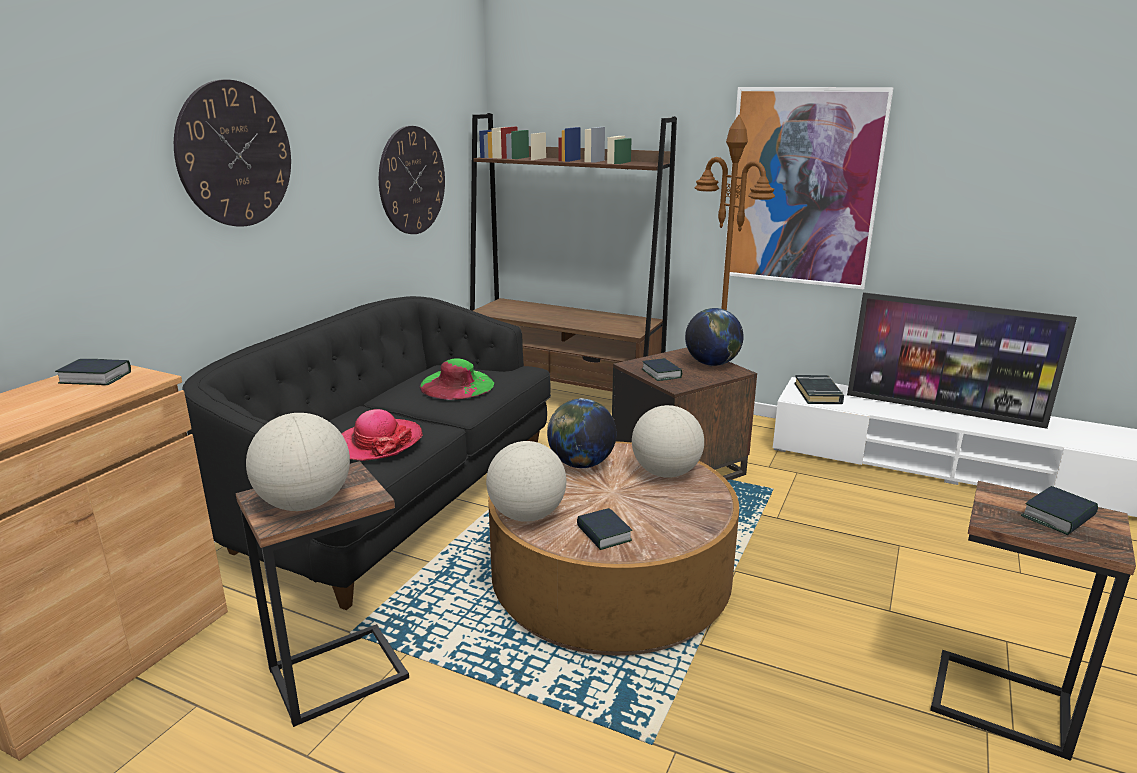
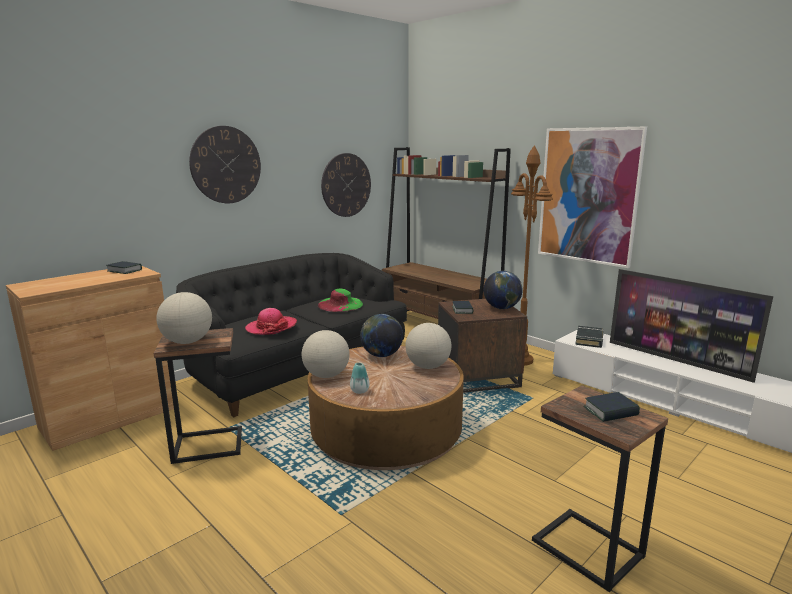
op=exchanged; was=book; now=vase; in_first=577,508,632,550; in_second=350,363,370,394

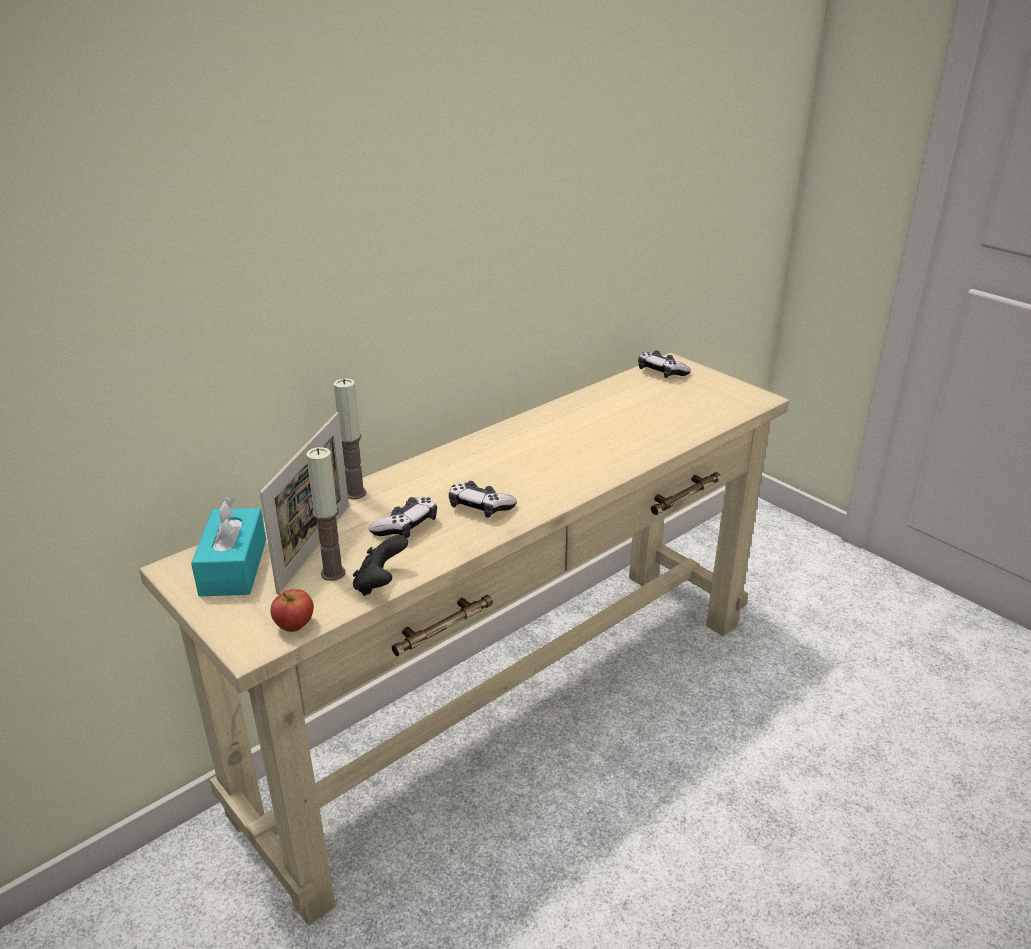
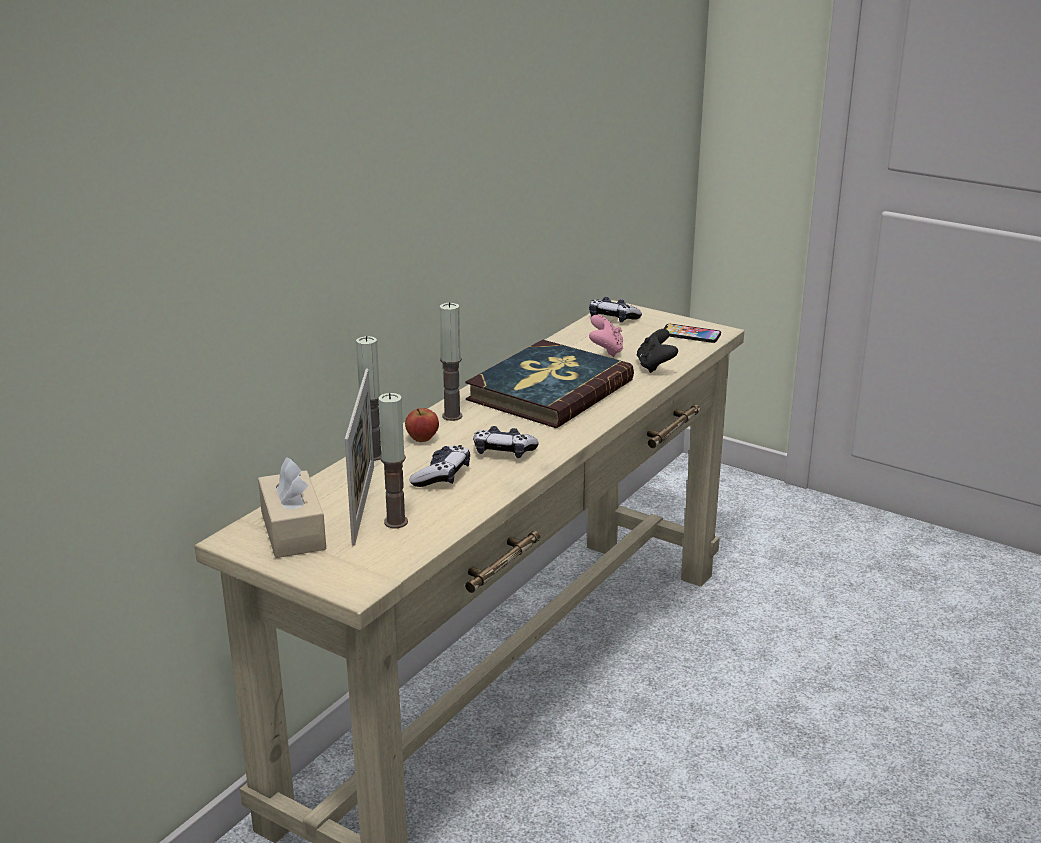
op=colour; was=turquoise tissue box; now=beige tissue box; in_first=191,496,266,597; in_second=258,457,326,558
op=relocated; was=apple; in_first=270,589,314,632; in_second=405,408,439,442
op=appeared; now=candle; in_second=440,302,463,421
op=appeared; now=book; in_second=465,340,634,428
op=appeared; now=pink game controller; in_second=589,315,623,357
op=relocated; was=black game controller; in_first=353,535,408,596; in_second=637,329,678,373
op=appeared; now=phone; in_second=663,324,721,343

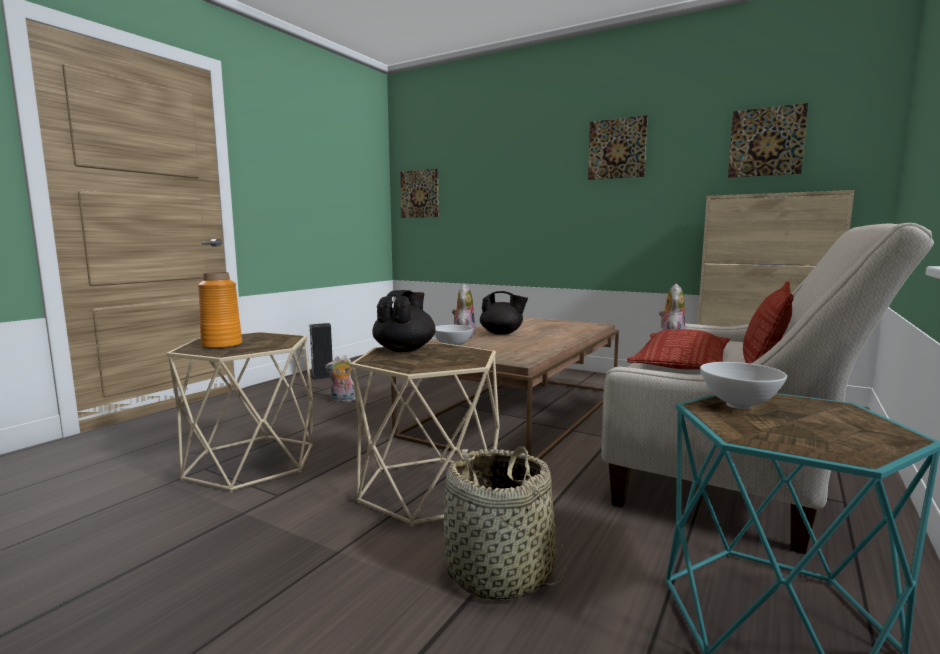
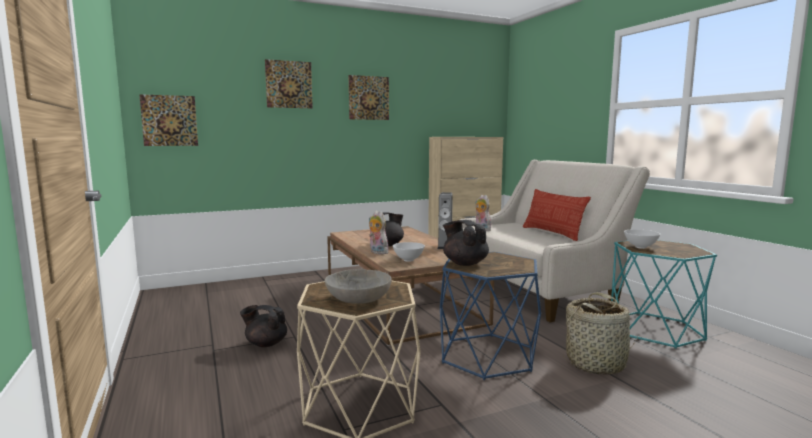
op=exchanged; was=plush toy; now=black teapot; in_first=325,355,355,403; in_second=240,305,287,347
op=relocated; was=picture; in_first=728,103,808,178; in_second=265,59,313,108
op=exchanged; was=orange vase; now=grey bowl; in_first=198,272,242,349; in_second=325,269,391,304
op=relocated; was=speaker; in_first=310,323,333,380; in_second=437,192,453,249
op=colour; was=beige side table; now=blue side table; in_first=350,343,500,527; in_second=440,252,541,380
op=missing; was=pillow; in_first=627,329,730,370

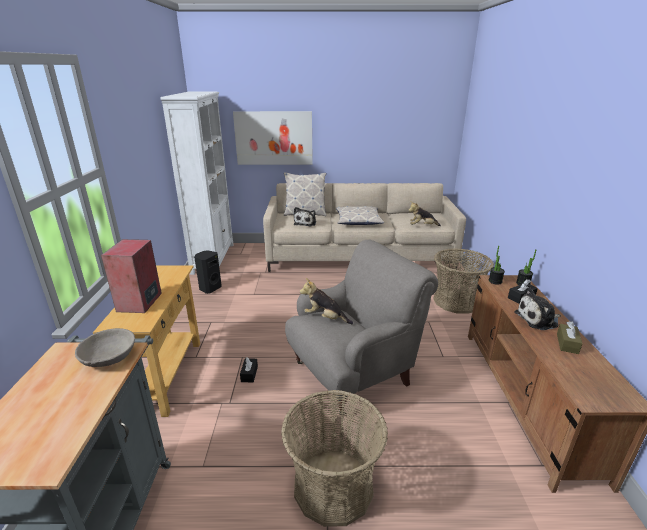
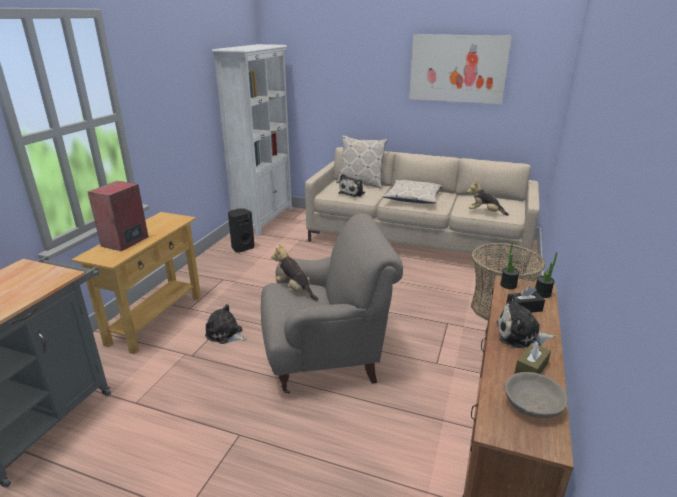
op=exchanged; was=black tissue box; now=plush toy; in_first=240,357,258,382; in_second=205,304,247,344
op=relocated; was=picture; in_first=233,111,313,165; in_second=409,34,512,104
op=relocated; was=grey bowl; in_first=75,328,135,367; in_second=505,372,568,418
op=missing; was=basket; in_first=281,390,388,527

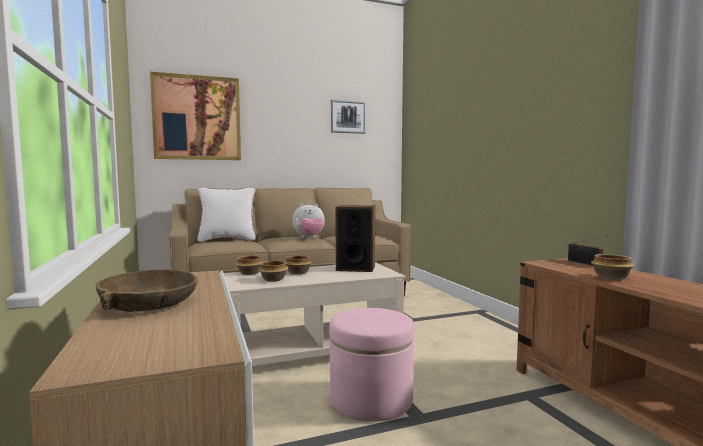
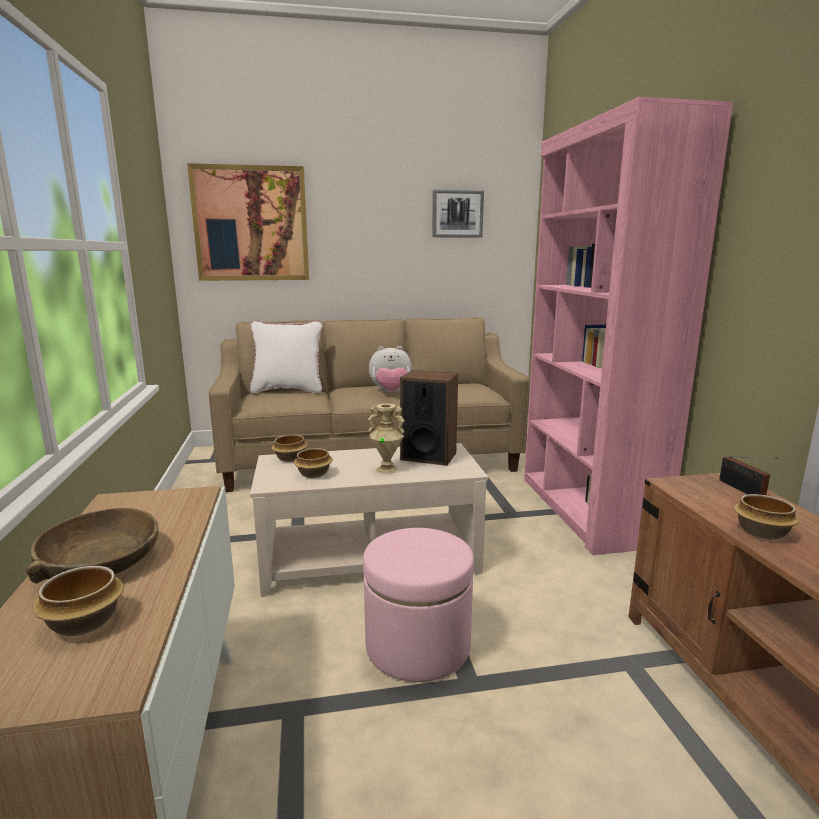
op=relocated; was=bowl; in_first=286,256,312,275; in_second=32,566,124,636
op=appeared; now=beige vase; in_second=368,403,405,474
op=appeared; now=pink bookcase; in_second=524,97,733,555

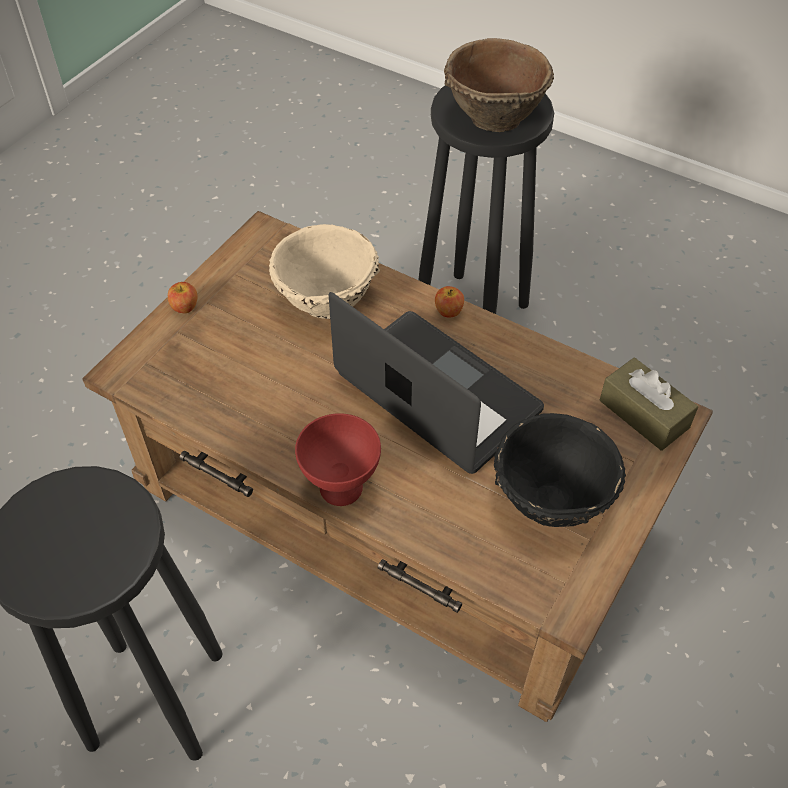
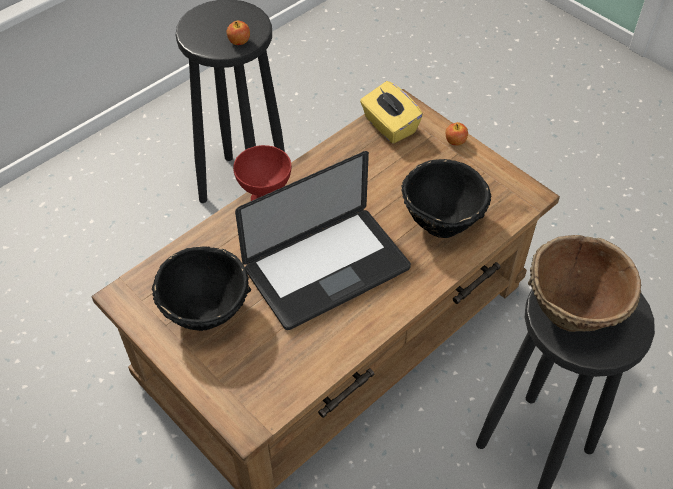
op=relocated; was=apple; in_first=435,286,464,318; in_second=227,21,250,45
op=appeared; now=yellow tissue box; in_second=360,81,423,144
op=colour; was=beige bowl; now=black bowl; in_first=269,224,380,319; in_second=401,159,491,238
op=missing; was=brown tissue box; in_first=600,357,698,451

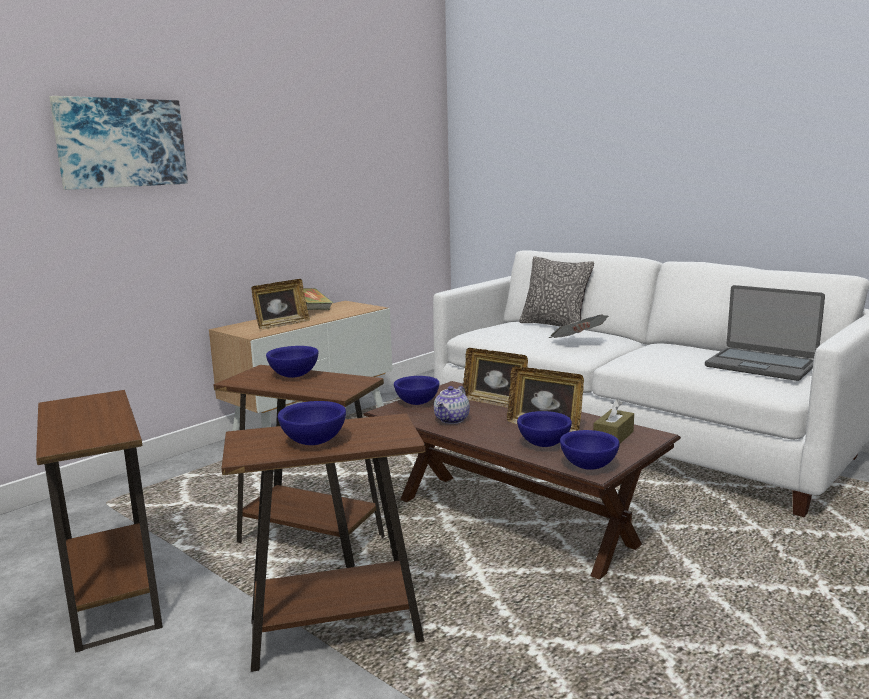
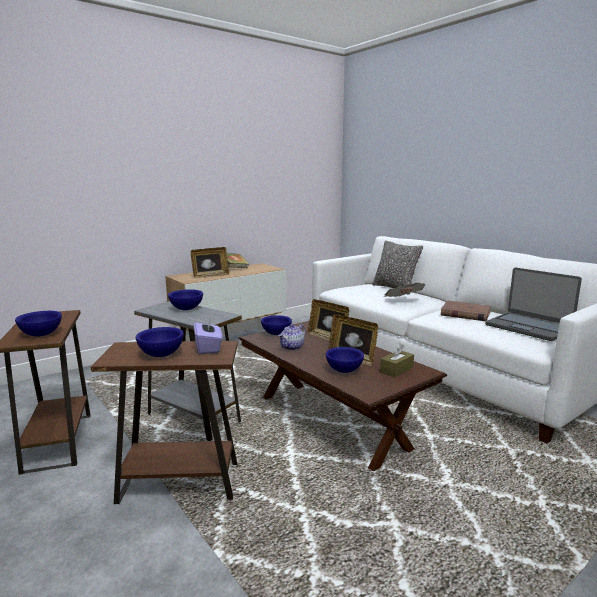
op=relocated; was=blue bowl; in_first=560,430,620,470; in_second=15,311,62,337
op=colour; was=brown side table; now=grey side table; in_first=214,365,385,568; in_second=134,301,242,441
op=appeared; now=purple tissue box; in_second=194,315,222,354
op=appeared; now=brown book; in_second=441,301,491,321
op=missing; was=picture; in_first=49,96,188,190

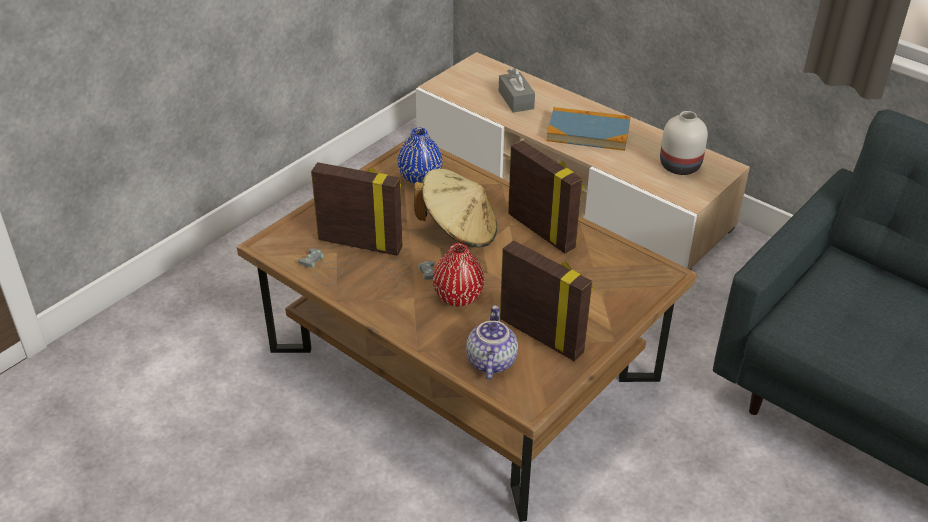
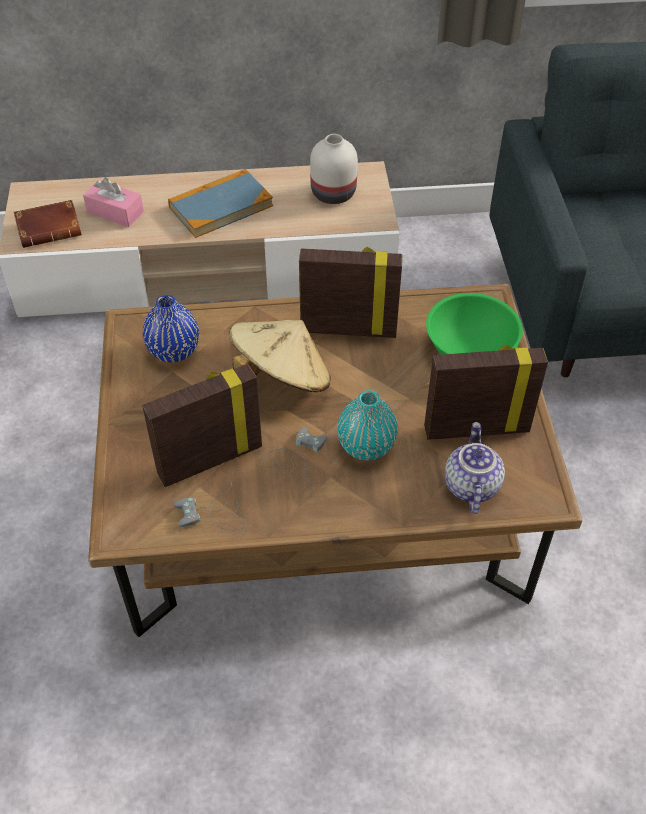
op=appeared; now=brown book; in_second=14,200,82,248
op=colour; was=grey tissue box; now=pink tissue box; in_first=499,68,535,113; in_second=83,178,144,227
op=colour; was=red vase; now=turquoise vase; in_first=433,243,484,306; in_second=337,390,398,460
op=appeared; now=green bowl; in_second=426,293,523,355
op=spun; was=teapot; in_first=466,305,518,380; in_second=445,422,505,514; clockwise=45

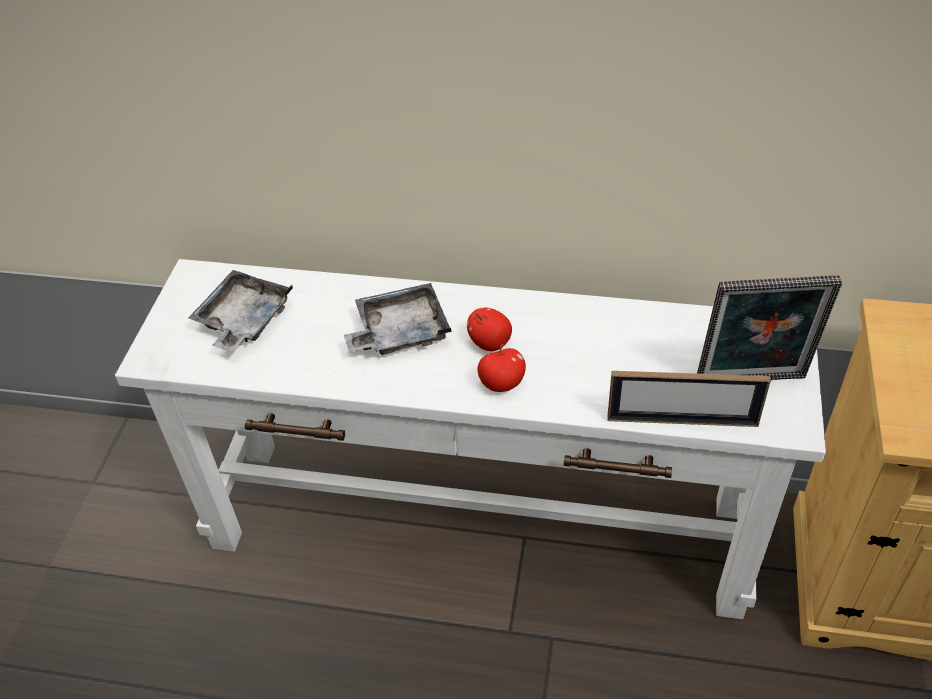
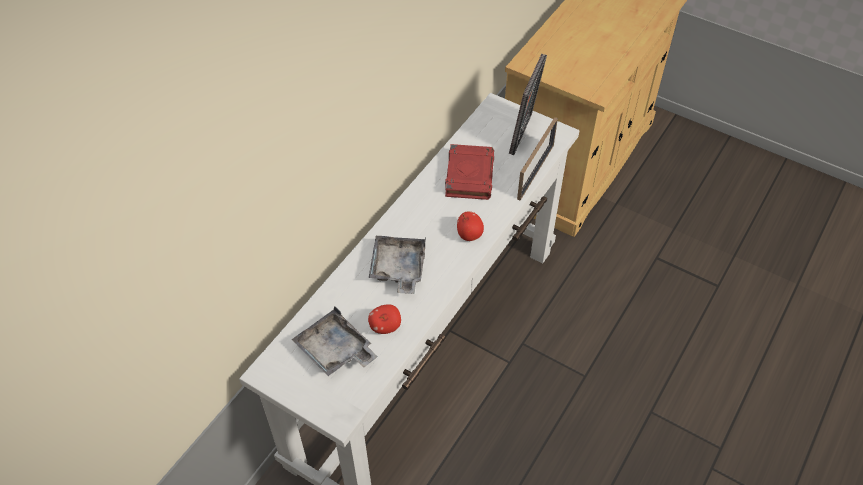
op=relocated; was=apple; in_first=467,307,512,351; in_second=368,304,401,334
op=appeared; now=red book; in_second=445,144,494,200

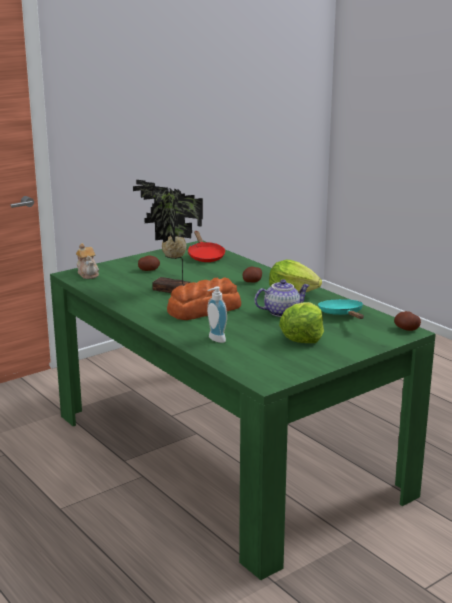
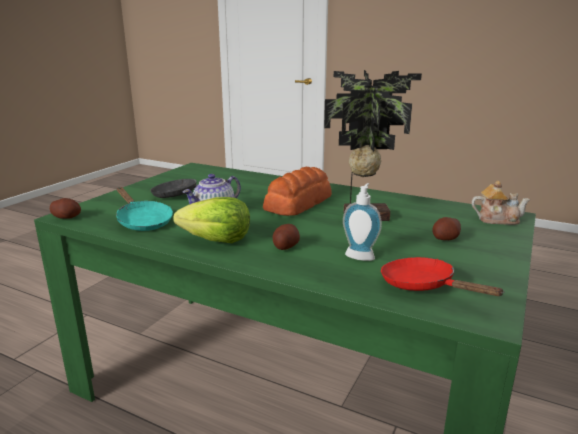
op=exchanged; was=lettuce; now=black frying pan; in_first=279,302,324,343; in_second=150,179,227,198
op=relocated; was=soap dispenser; in_first=207,286,227,343; in_second=343,183,382,261
op=spun; was=teapot; in_first=76,243,99,279; in_second=471,181,531,225; clockwise=150

